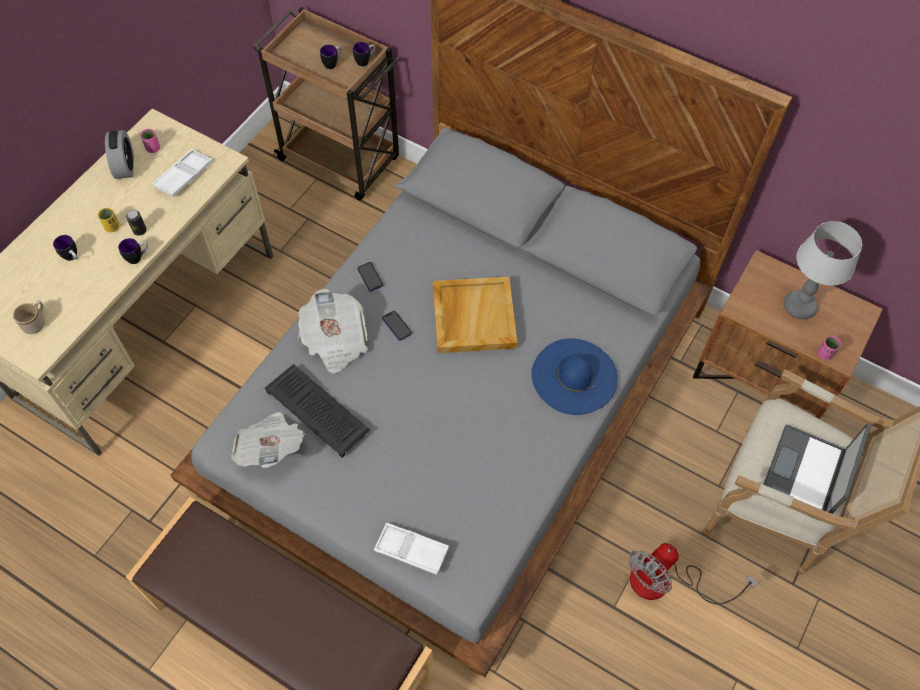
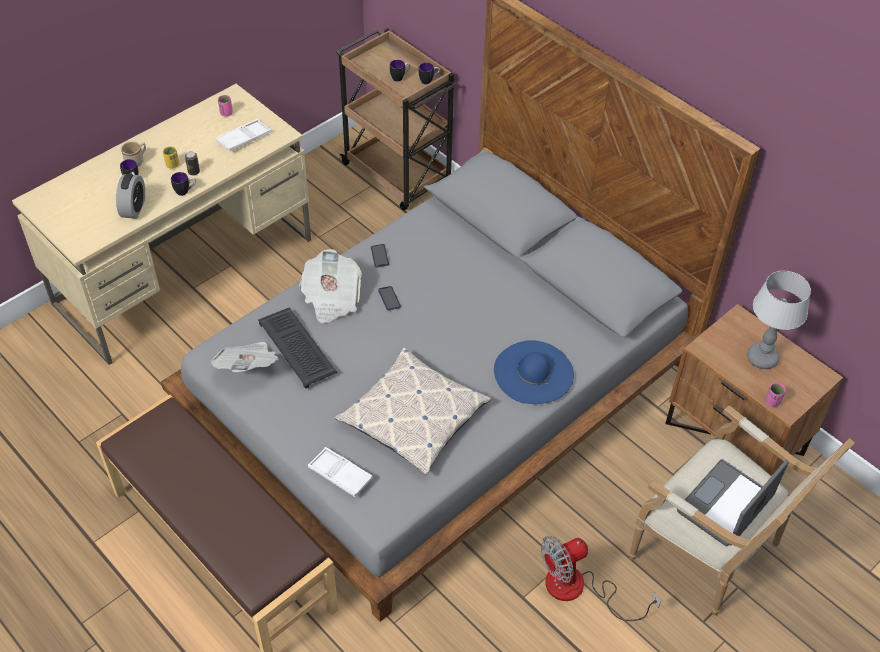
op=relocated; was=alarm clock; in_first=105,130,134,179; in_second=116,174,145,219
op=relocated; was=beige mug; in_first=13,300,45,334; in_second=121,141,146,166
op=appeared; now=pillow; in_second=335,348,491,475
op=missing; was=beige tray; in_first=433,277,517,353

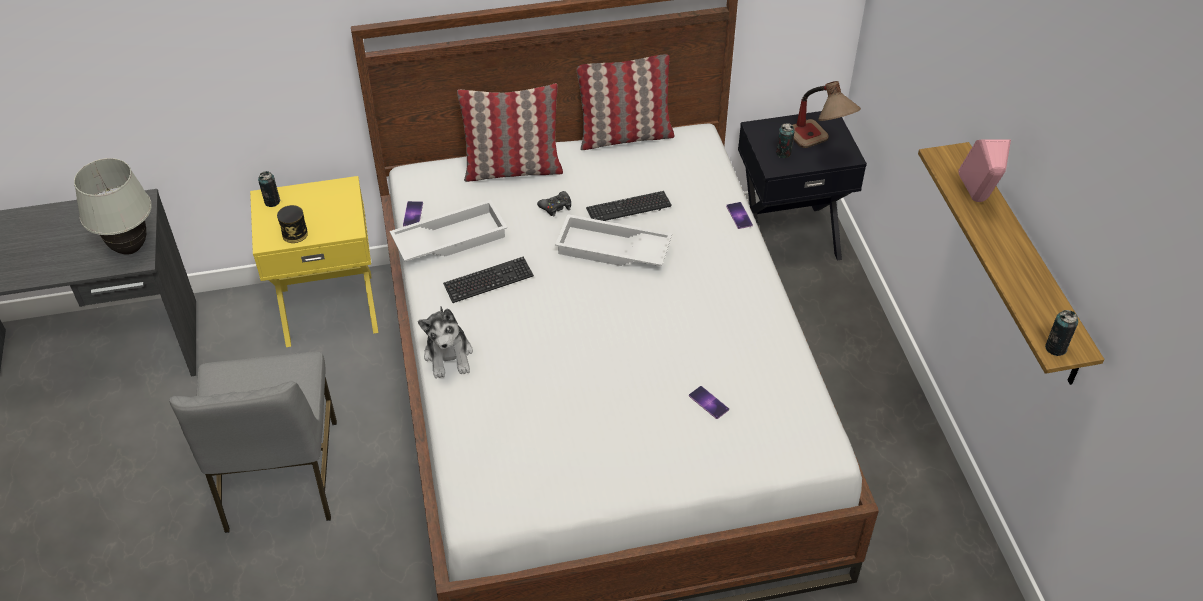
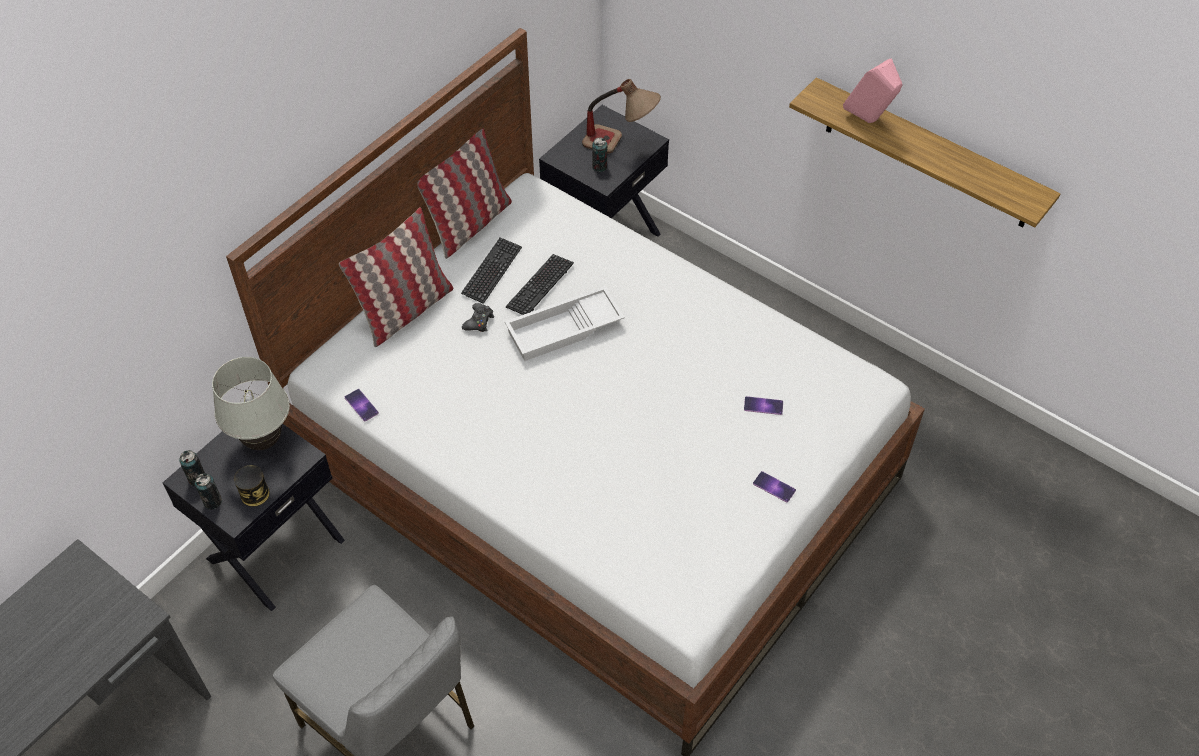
op=colour; was=yellow nightstand; now=black nightstand; in_first=250,176,378,347; in_second=163,423,345,611
op=relocated; was=can; in_first=1045,310,1078,356; in_second=195,473,222,509
op=relocated; was=white table lamp; in_first=74,158,152,255; in_second=212,357,290,450
op=relocated; was=keyboard; in_first=443,257,534,303; in_second=461,237,522,304
op=relocated; was=phone; in_first=726,202,753,229; in_second=753,471,796,502
op=missing; was=white tray; in_first=390,200,507,261
op=missing; was=plush toy; in_first=418,306,473,379

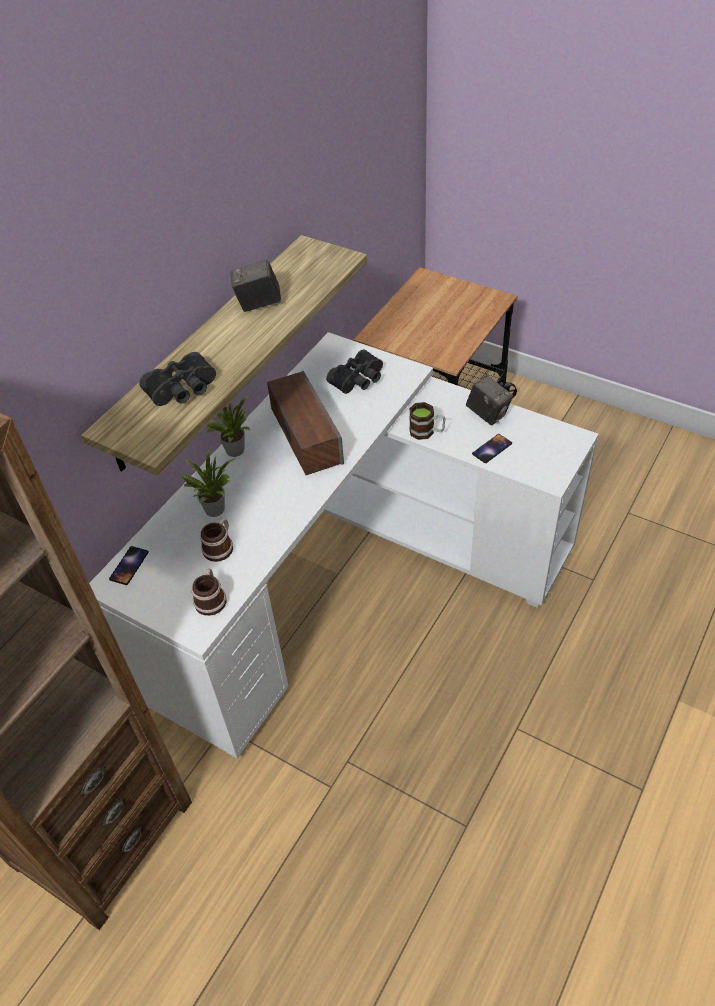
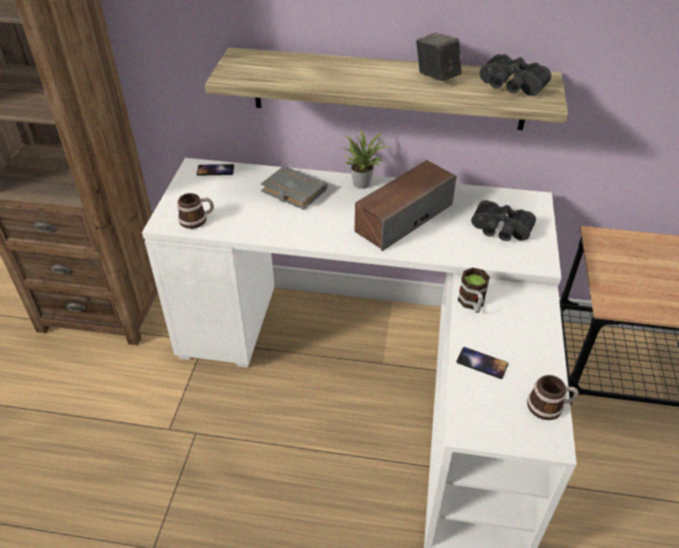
op=exchanged; was=potted plant; now=grey book; in_first=179,449,236,517; in_second=260,166,327,210
op=relocated; was=black binoculars; in_first=139,352,216,406; in_second=479,54,551,96
op=relocated; was=mug; in_first=200,518,233,562; in_second=527,375,579,420
op=missing; was=photo camera; in_first=466,375,513,426

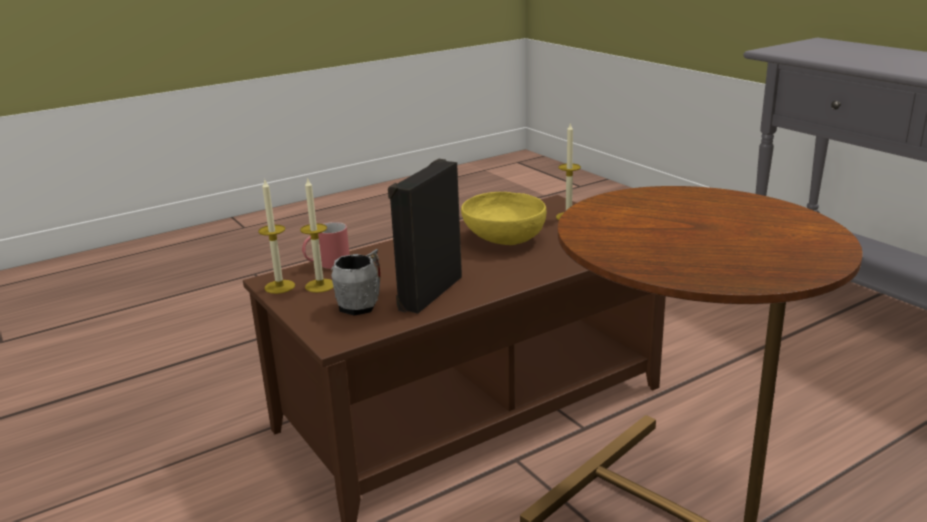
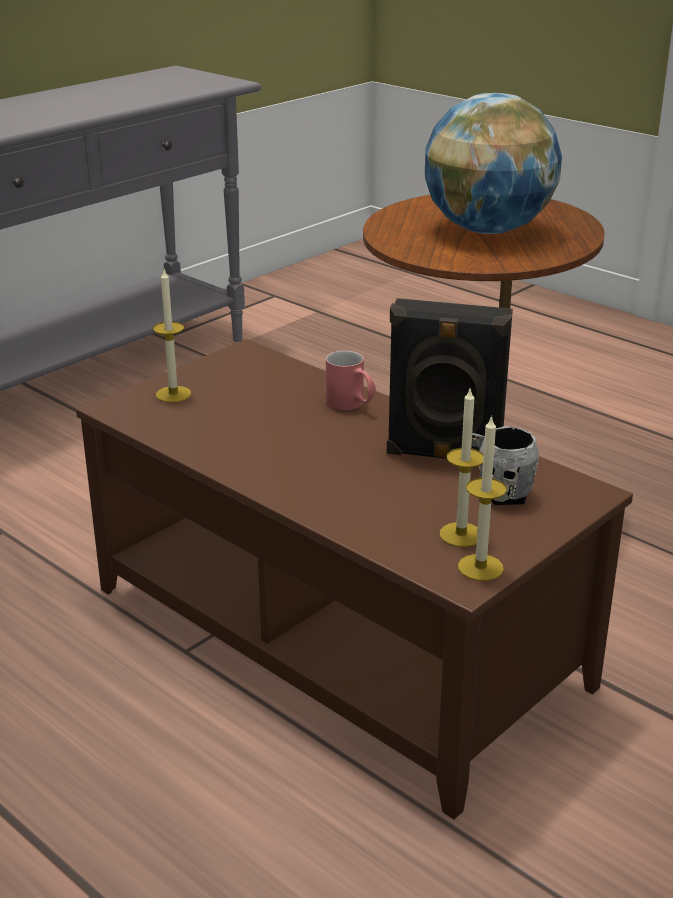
op=relocated; was=red mug; in_first=302,222,350,269; in_second=326,351,376,410
op=appeared; now=globe; in_second=425,93,562,234
op=missing; was=yellow bowl; in_first=461,192,546,245

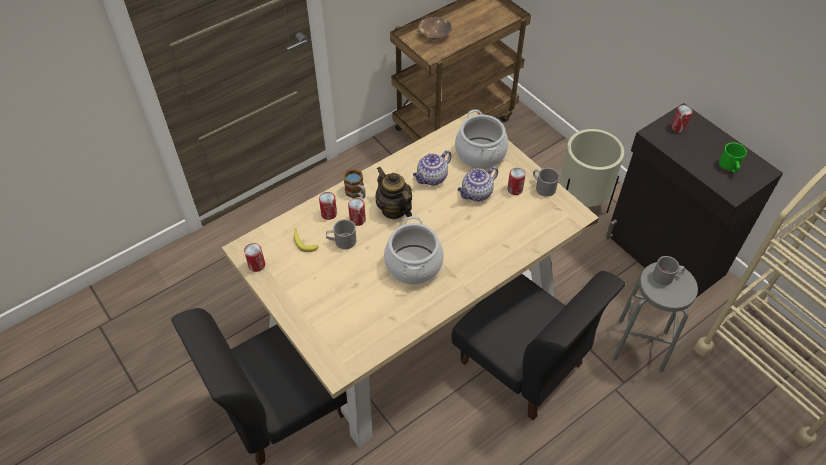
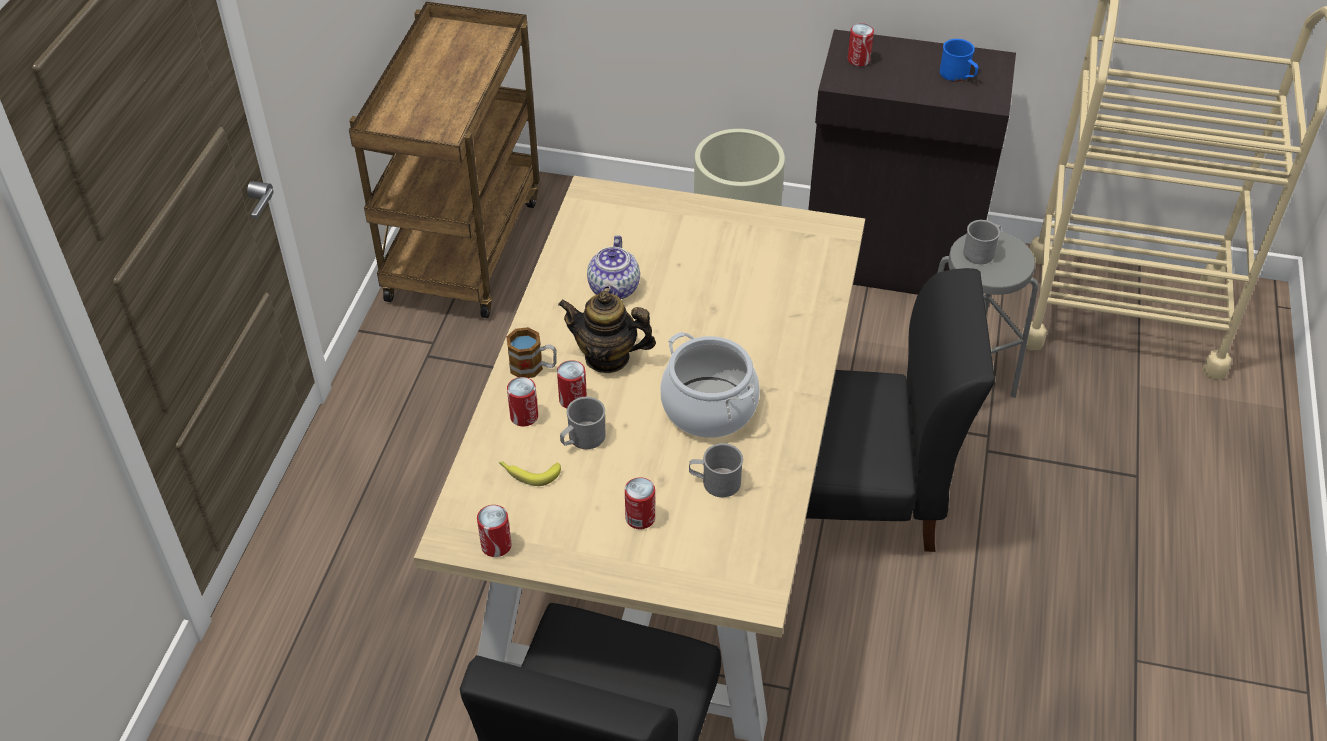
op=relocated; was=can; in_first=507,168,526,195; in_second=625,477,655,529
op=relocated; was=grey mug; in_first=533,168,559,197; in_second=689,443,743,497
op=colour; was=green mug; now=blue mug; in_first=719,142,747,173; in_second=940,39,978,82
op=missing; was=brown bowl; in_first=418,17,452,39
op=missing; was=cooking pot; in_first=455,109,508,169
op=missing; was=teapot; in_first=458,167,498,201

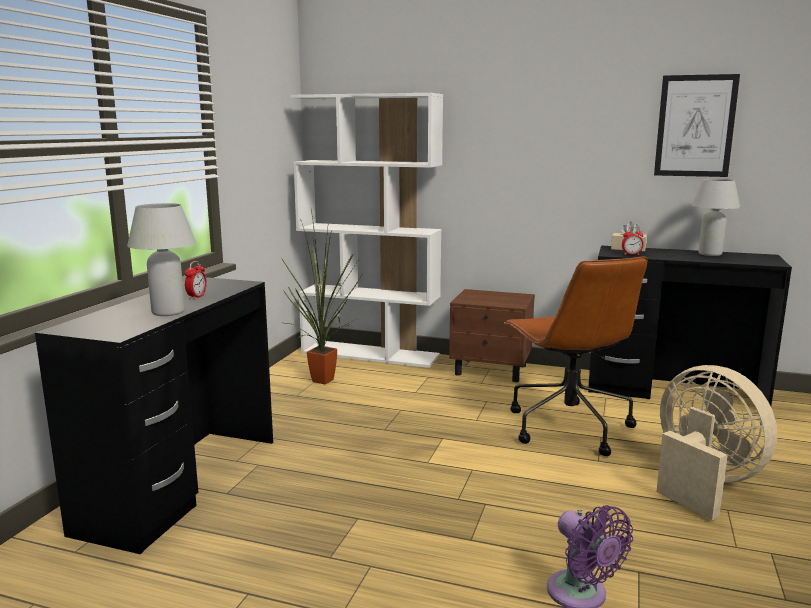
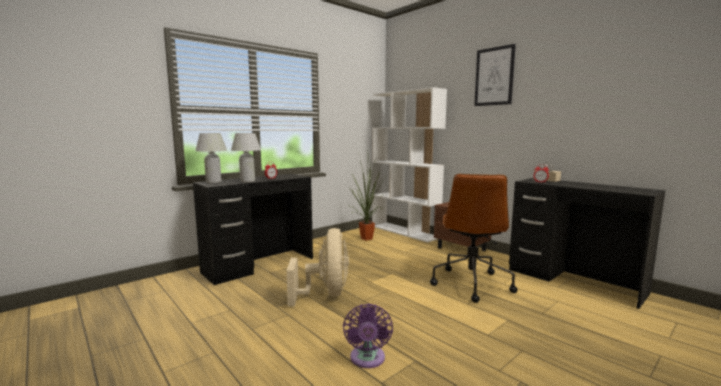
op=relocated; was=white table lamp; in_first=692,179,740,256; in_second=195,133,227,183
op=relocated; was=beige fan; in_first=656,365,777,520; in_second=286,228,349,306
op=relocated; was=picture; in_first=654,74,740,177; in_second=474,44,516,106

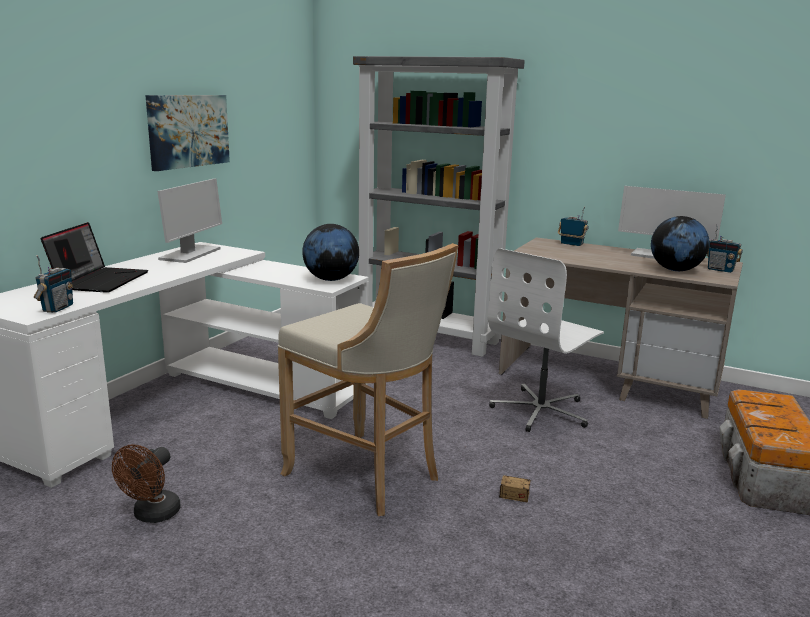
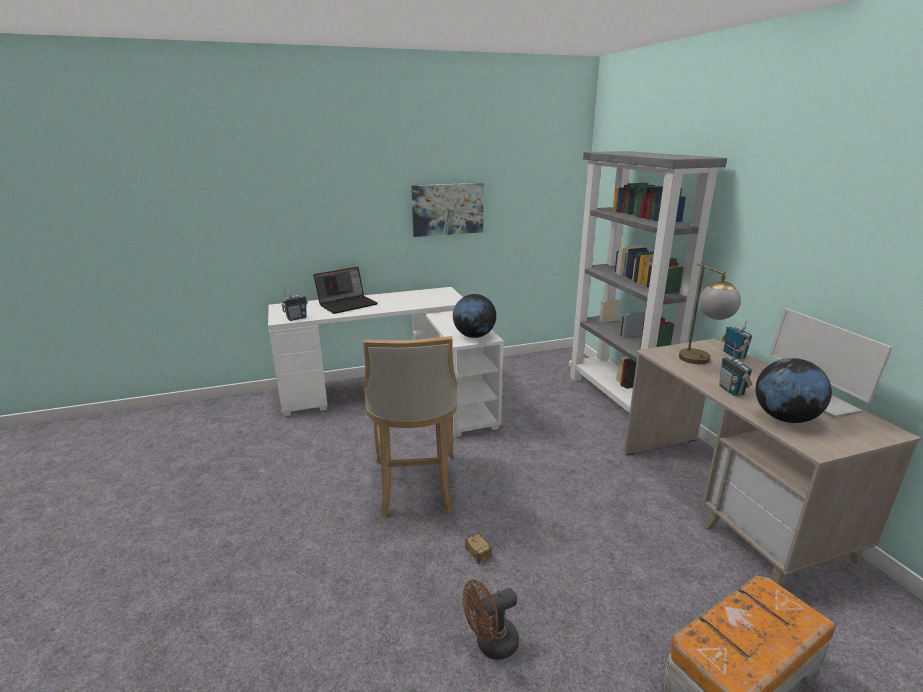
op=relocated; was=brown fan; in_first=112,444,180,523; in_second=463,580,519,660
op=appeared; now=table lamp; in_second=679,263,741,364
op=relocated; was=radio; in_first=707,224,743,273; in_second=719,342,752,396
op=missing; was=monitor; in_first=157,178,222,263
op=missing; was=white office chair; in_first=488,248,604,432

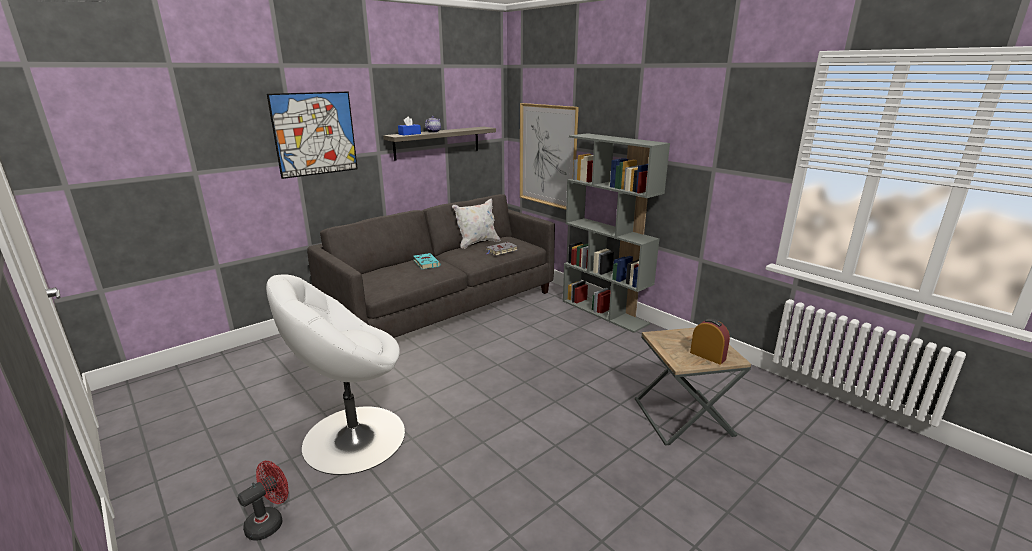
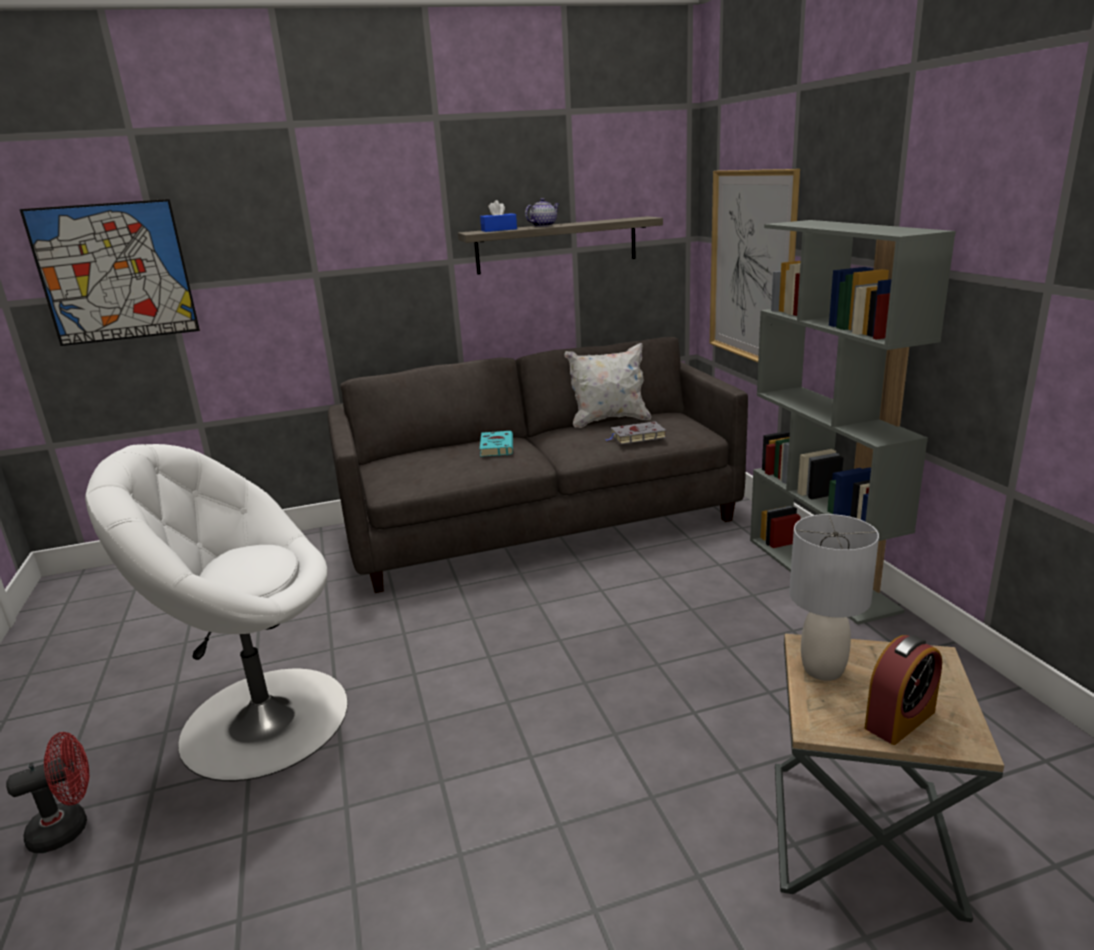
op=relocated; was=picture; in_first=267,91,358,179; in_second=20,199,200,346
op=appeared; now=grey table lamp; in_second=789,514,879,681
op=spun; was=alarm clock; in_first=690,319,730,365; in_second=865,635,942,745; clockwise=75

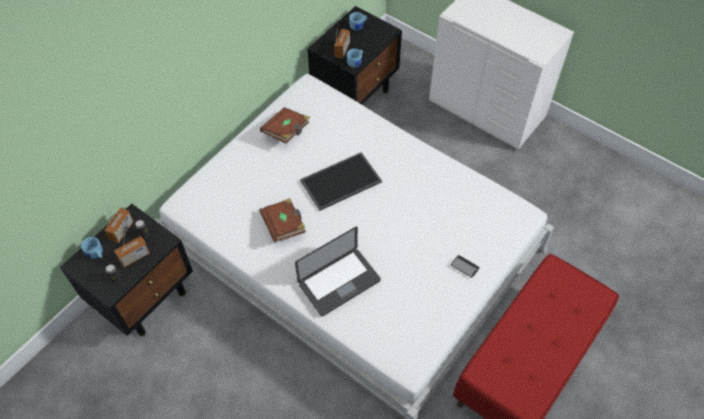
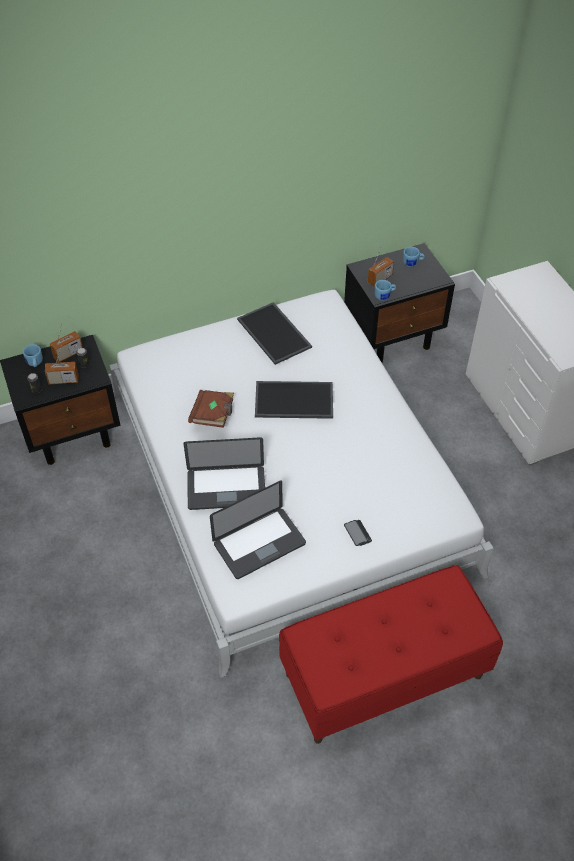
op=appeared; now=laptop; in_second=210,481,306,579
op=exchanged; was=brown book; now=tray; in_first=260,107,310,143; in_second=237,302,312,365

